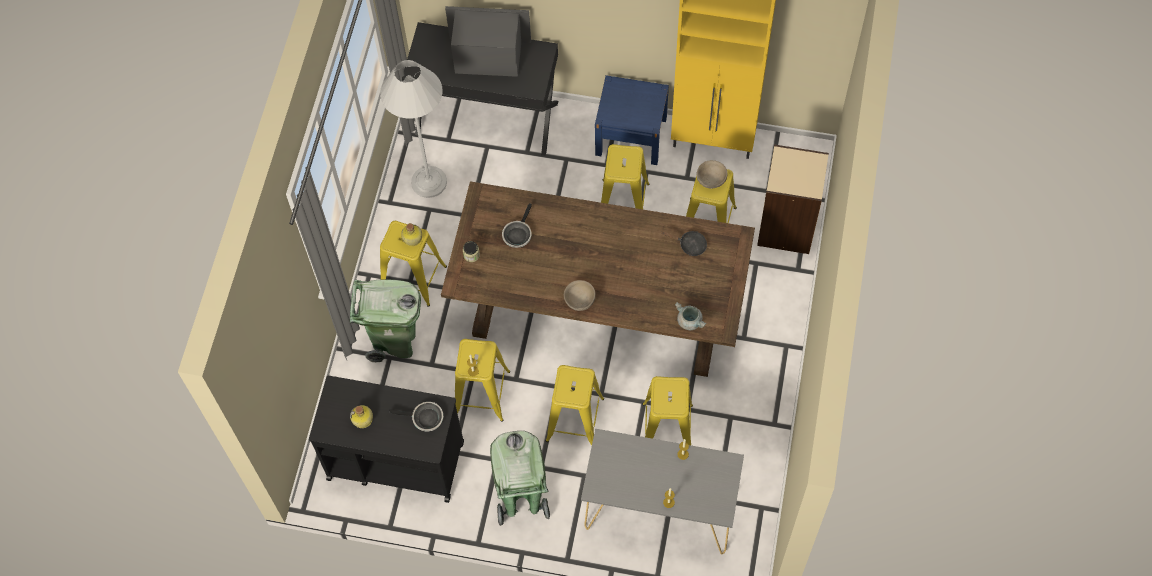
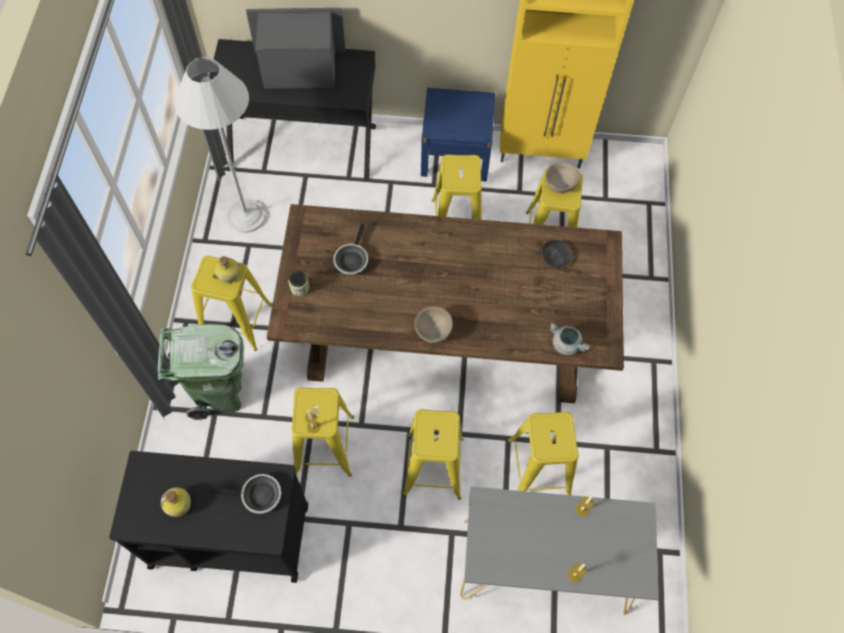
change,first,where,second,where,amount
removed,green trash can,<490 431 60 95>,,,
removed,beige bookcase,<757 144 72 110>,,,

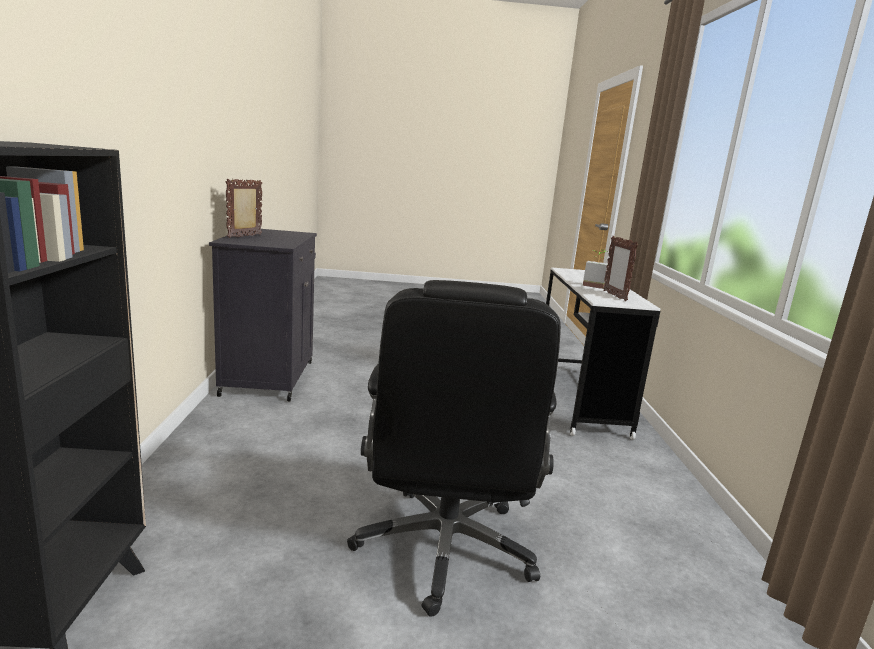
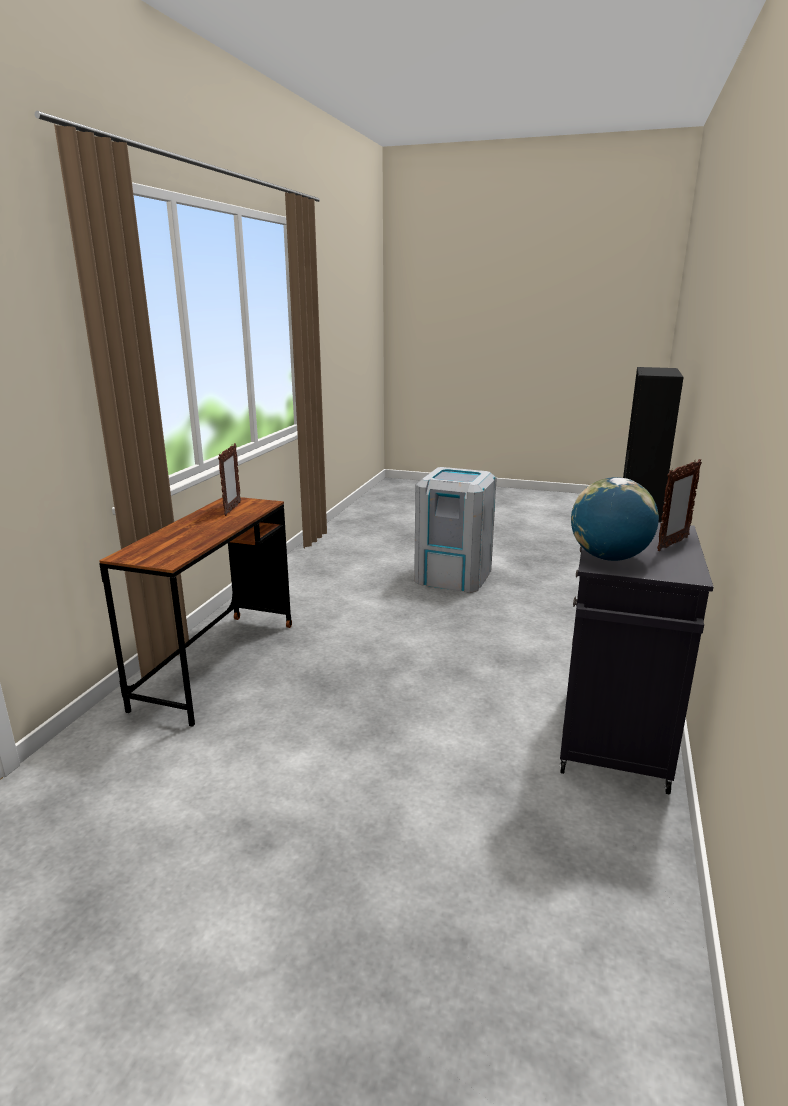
change,first,where,second,where,amount
recoloured,white desk,<546 267 114 173>,brown desk,<99 497 193 230>,
replaced,black office chair,<347 280 214 337>,grey trash can,<414 467 83 126>,
added,,,globe,<571 477 88 84>,
removed,potted plant,<583 250 25 39>,,,

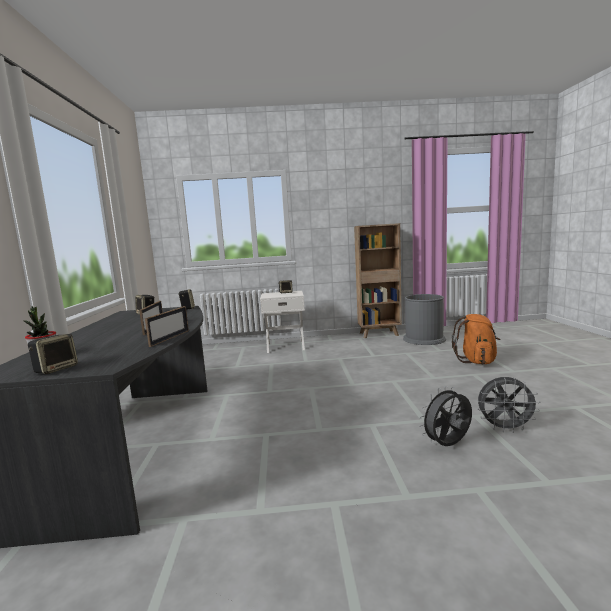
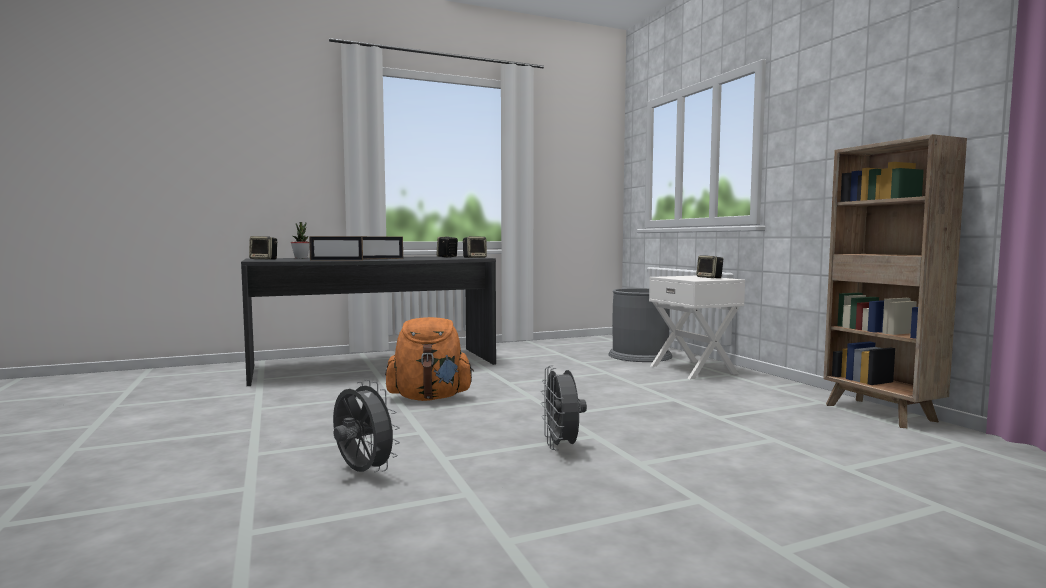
change,first,where,second,where,amount
moved,orange backpack,<452 314 48 50>,,<385 317 89 84>,
moved,grey fan,<477 377 64 56>,,<541 365 46 85>,
moved,grey trash can,<403 294 43 51>,,<608 288 64 74>,

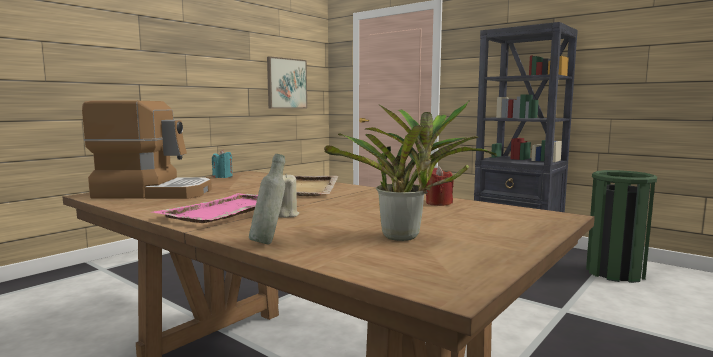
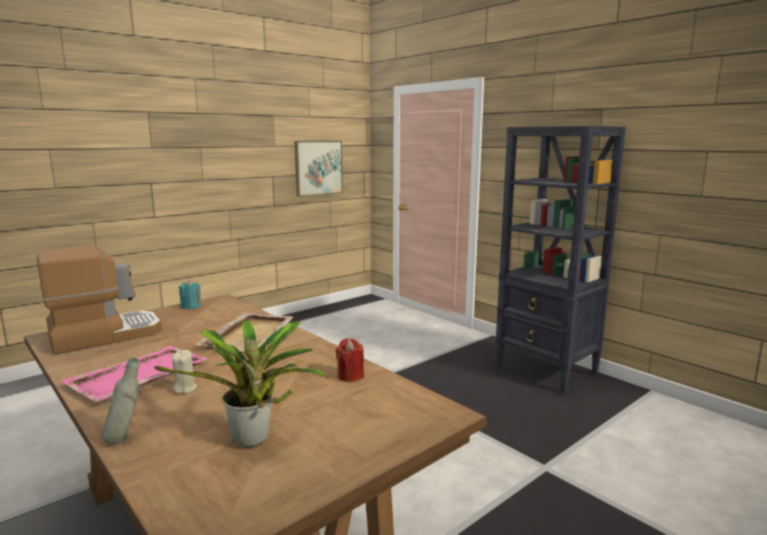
change,first,where,second,where,amount
turned,coffee machine,<82 101 130 98>,,<37 246 125 109>,45 degrees counterclockwise
removed,green trash can,<586 170 71 113>,,,

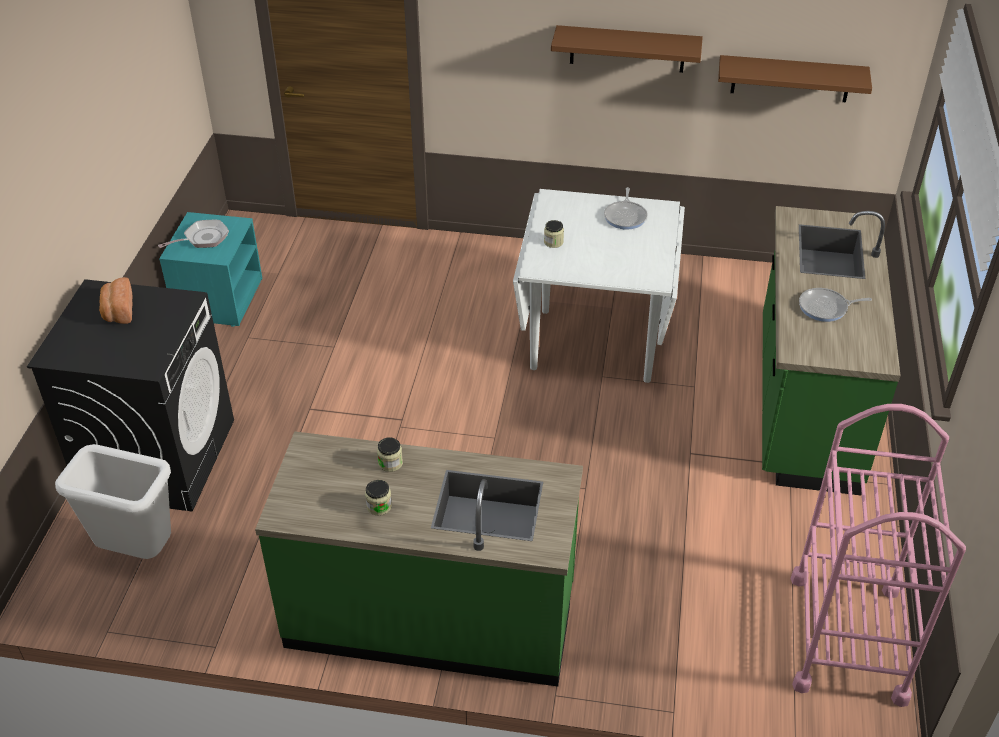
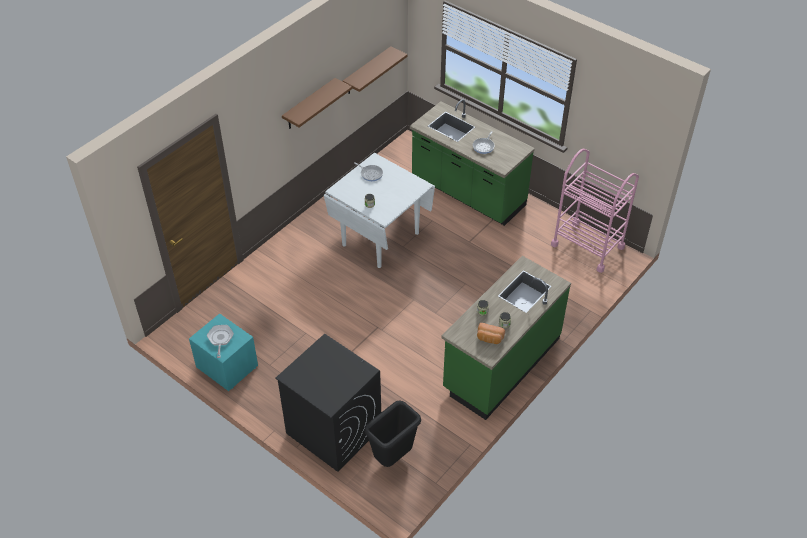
change,first,where,second,where,amount
recoloured,white trash can,<55 444 116 115>,black trash can,<364 401 57 66>,
moved,bread,<99 277 33 47>,,<477 323 28 21>,

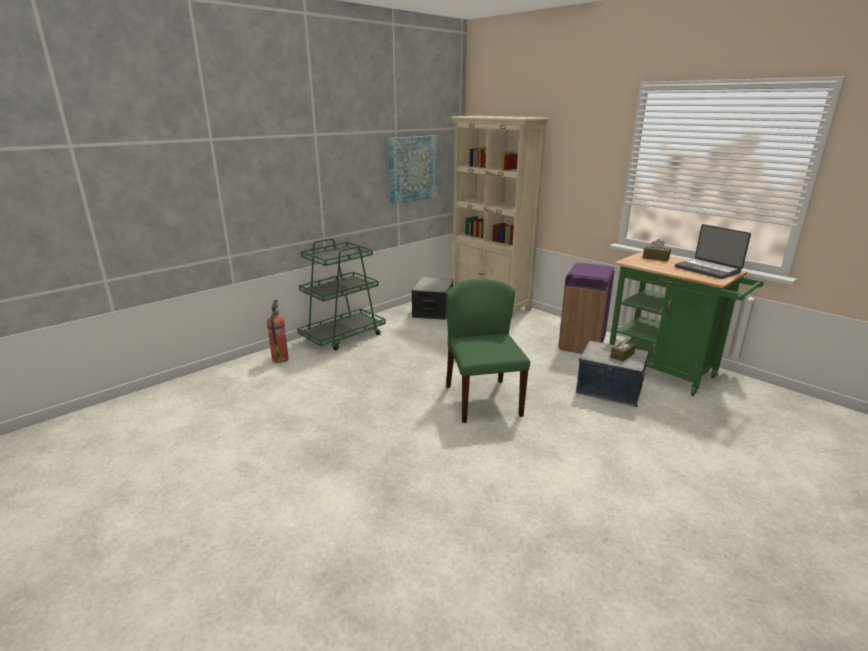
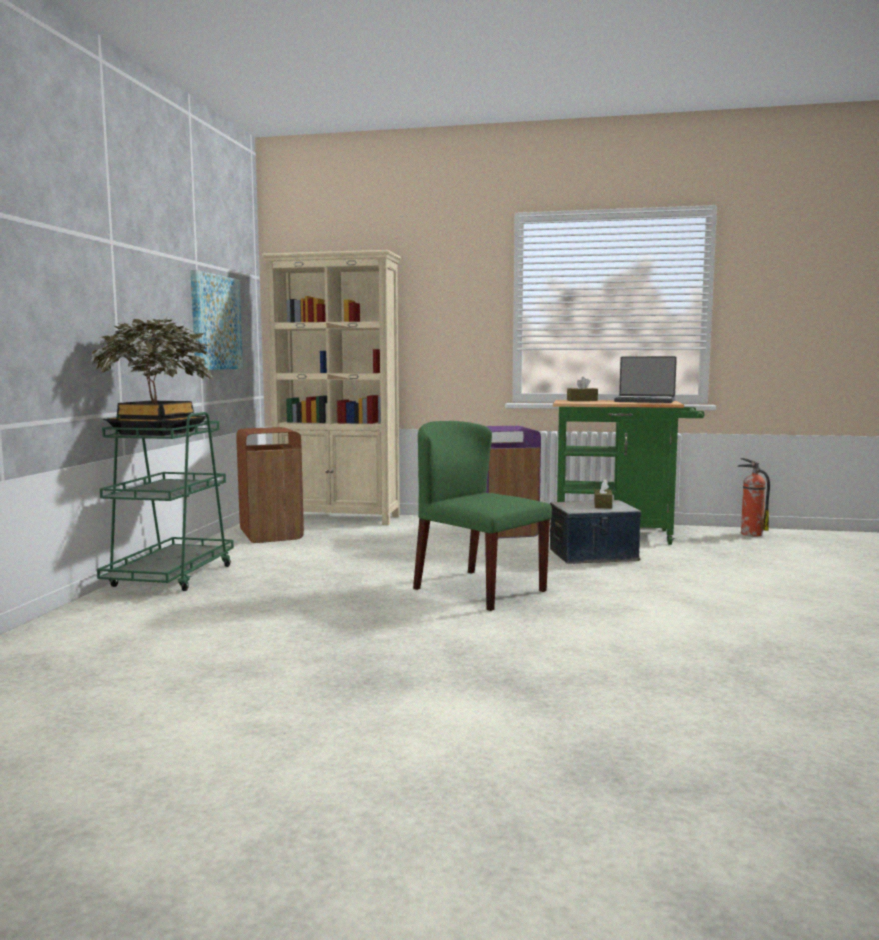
change,first,where,second,where,amount
added,,,potted plant,<91 316 122 120>,
replaced,storage box,<411 277 43 43>,brown trash can,<236 427 68 116>,
moved,fire extinguisher,<267 300 22 63>,,<737 458 33 78>,

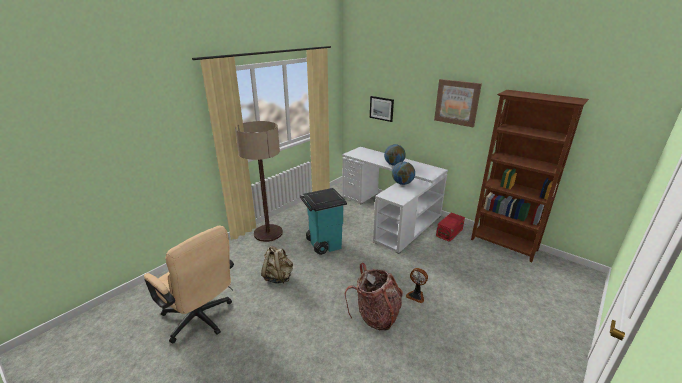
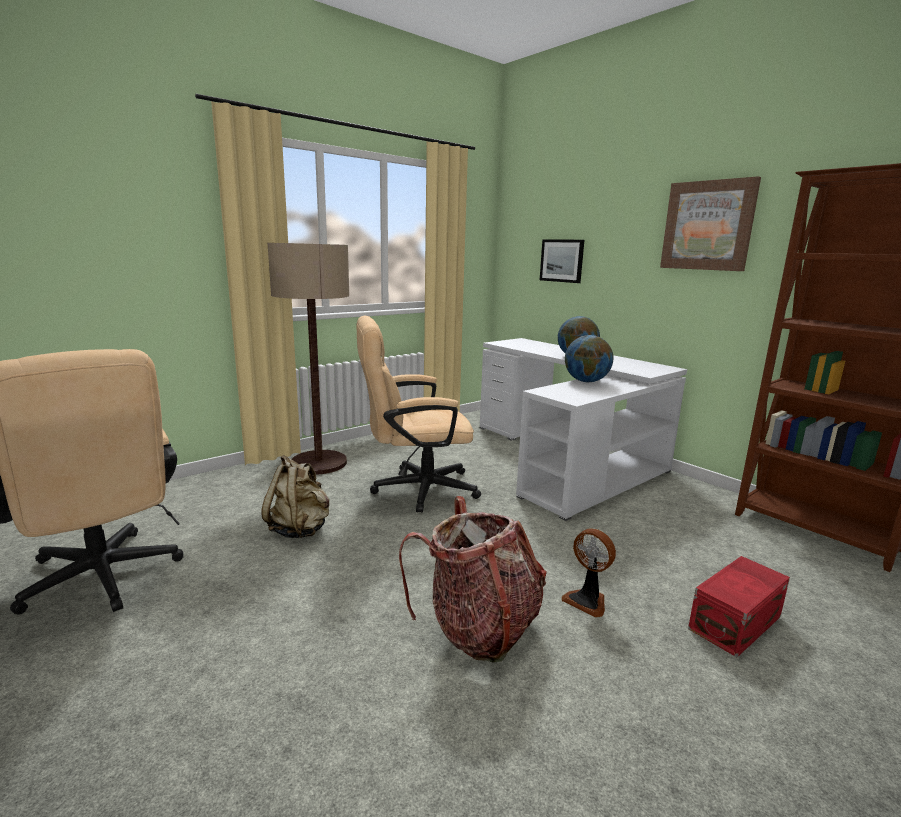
change,first,where,second,where,amount
replaced,turquoise trash can,<300 188 47 67>,beige office chair,<356 316 125 197>,
moved,red storage box,<436 212 29 30>,,<688 556 102 101>,

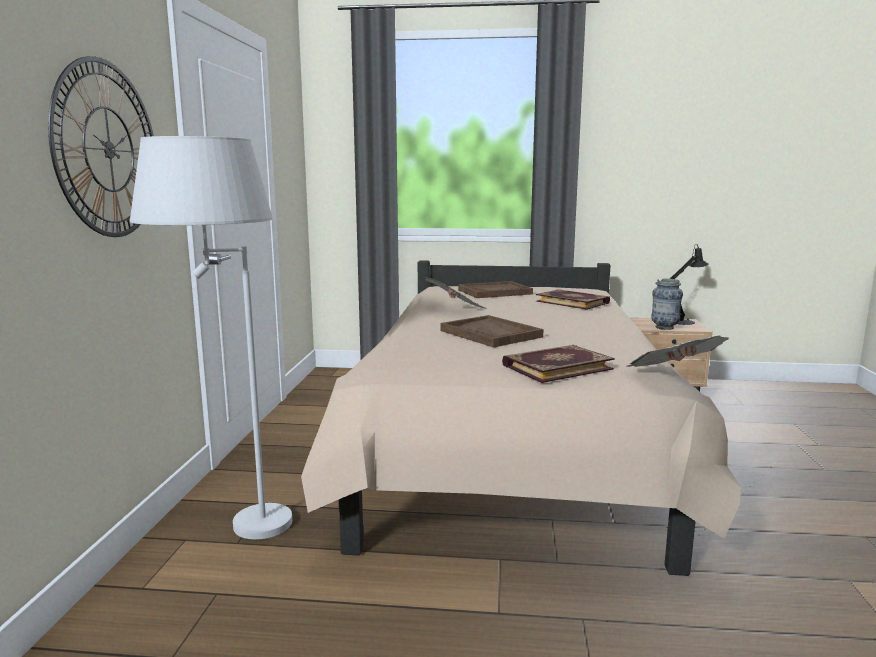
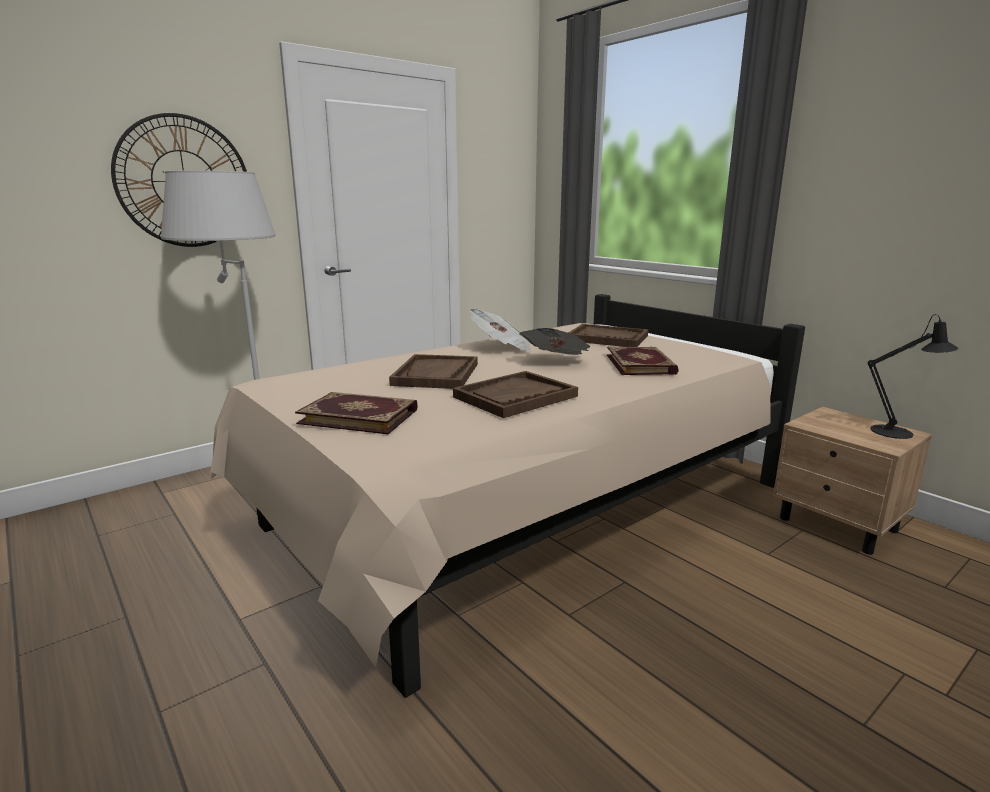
change,first,where,second,where,amount
added,,,brown tray,<453 371 125 47>,
moved,newspaper,<627 335 102 32>,,<519 328 71 27>,
removed,vase,<651 279 32 51>,,,

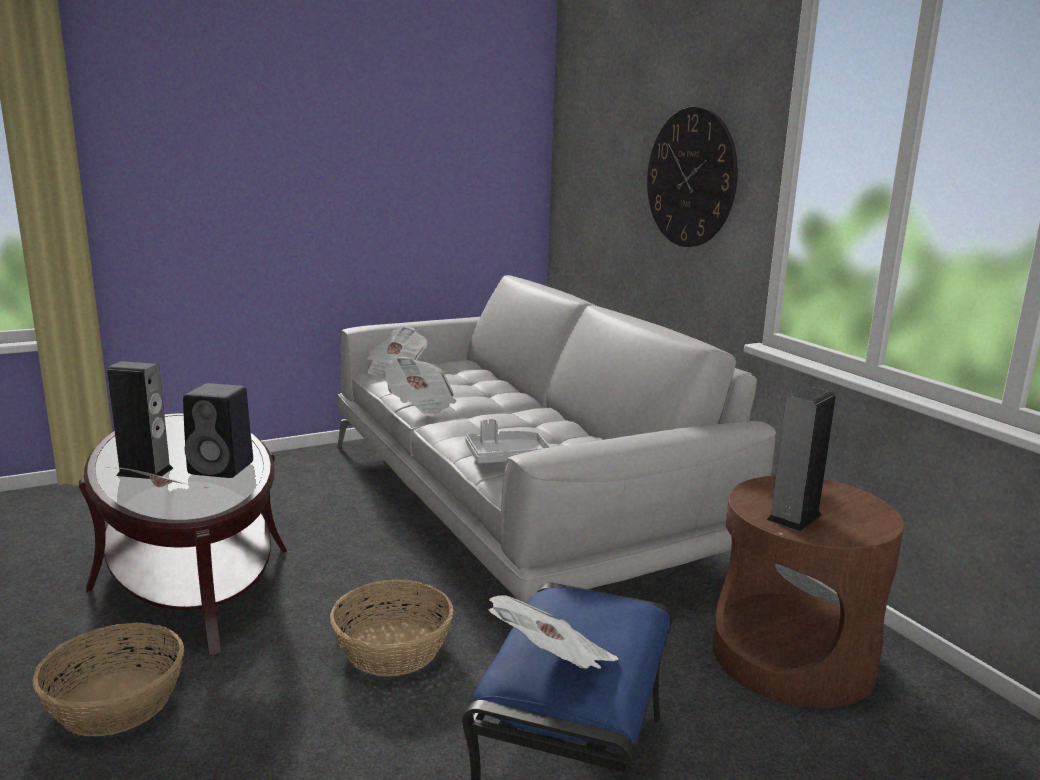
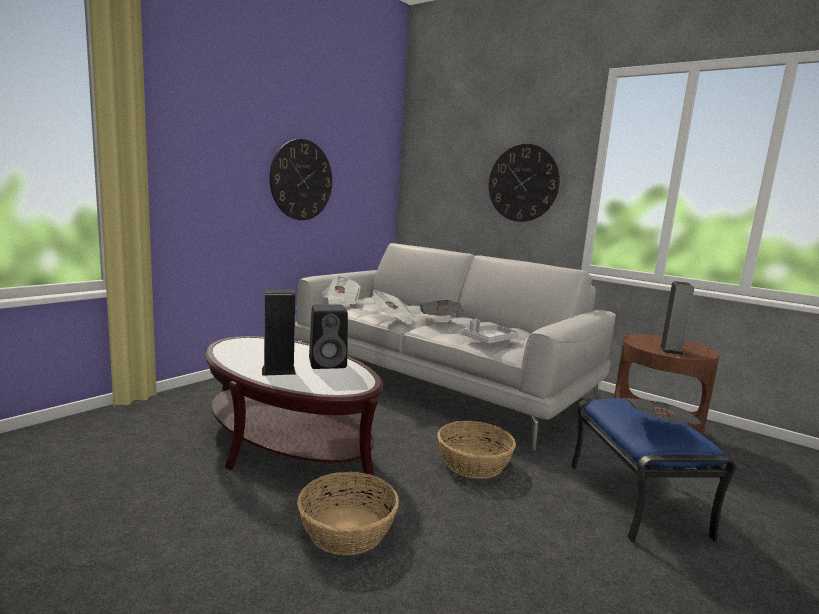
change,first,where,second,where,amount
added,,,wall clock,<270 139 62 81>,
moved,newspaper,<107 467 105 22>,,<420 300 43 16>,

